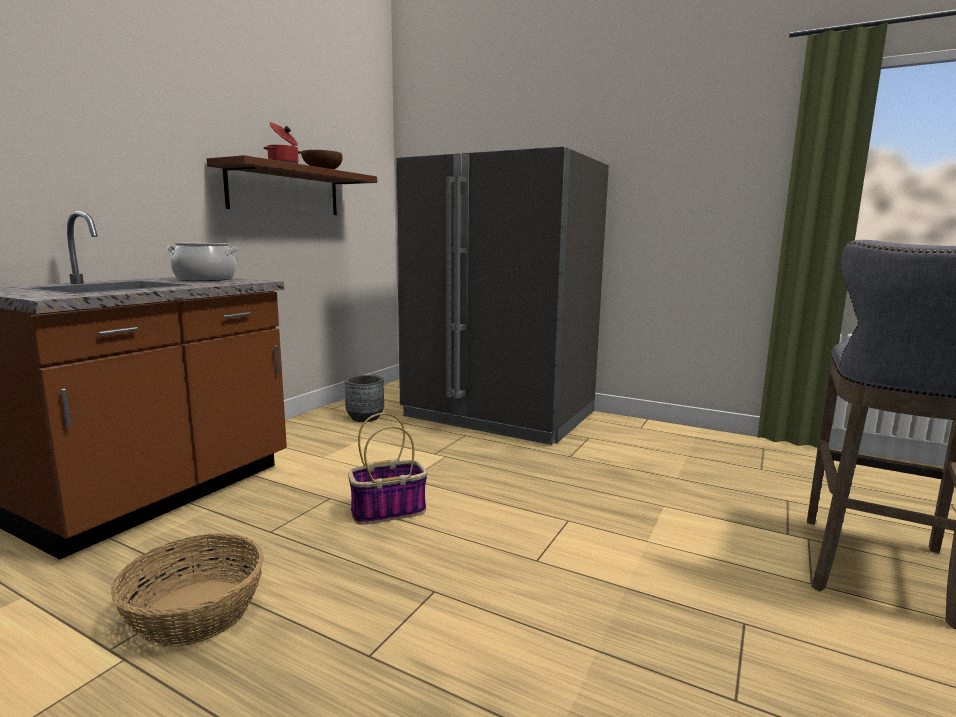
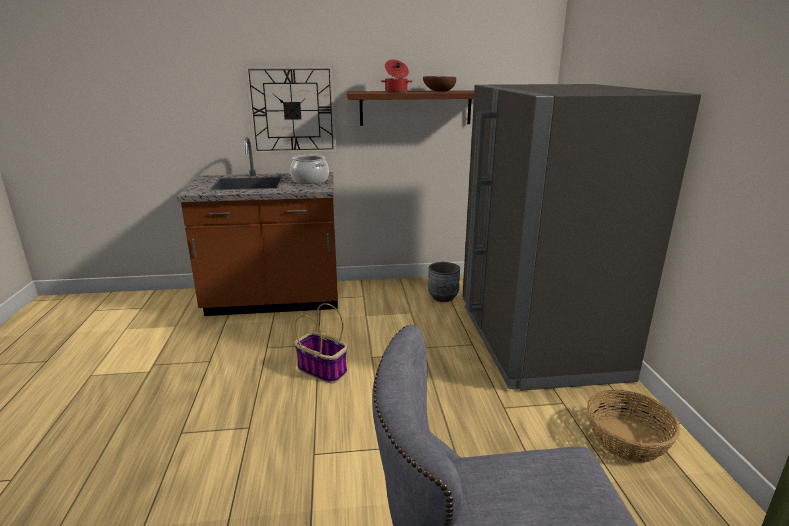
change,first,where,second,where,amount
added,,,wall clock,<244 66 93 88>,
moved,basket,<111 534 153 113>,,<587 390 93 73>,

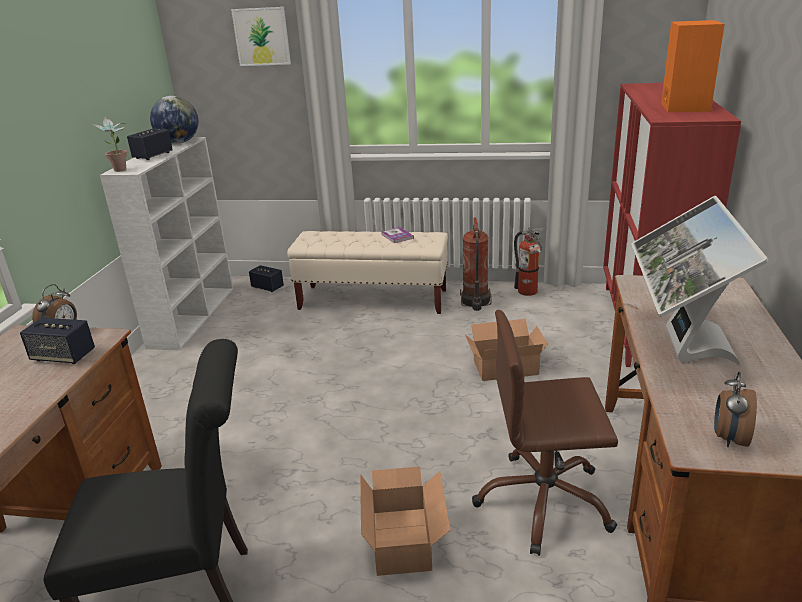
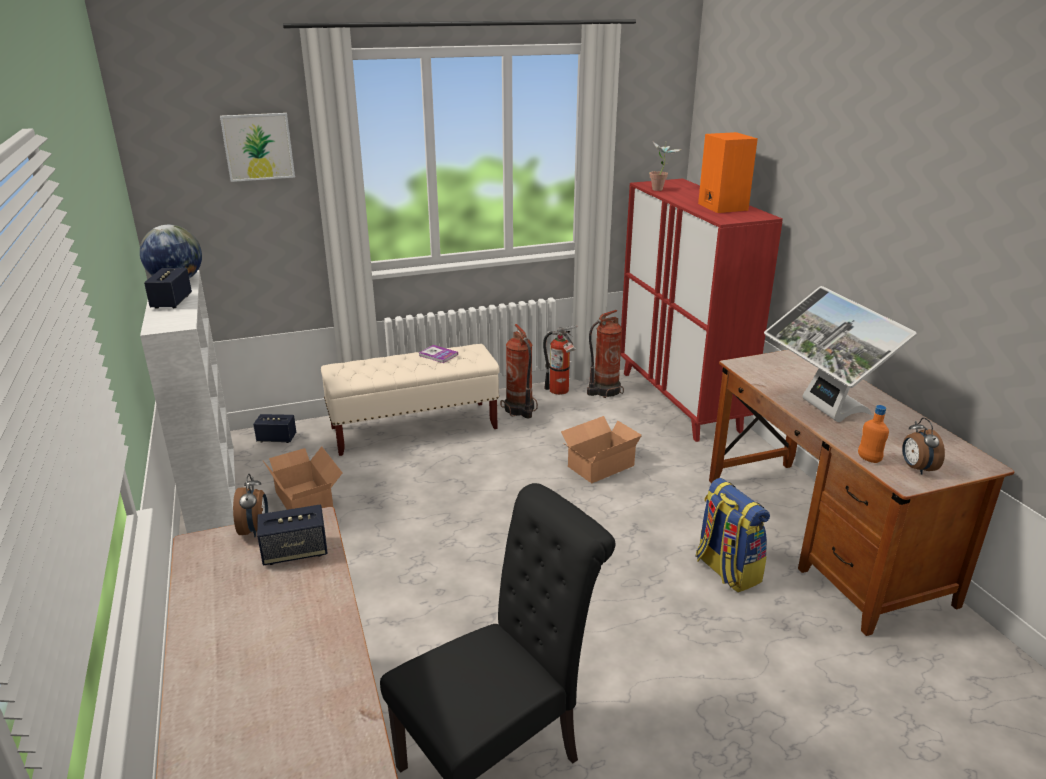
change,first,where,second,where,amount
moved,cardboard box,<360 467 90 109>,,<263 446 80 64>,
added,,,fire extinguisher,<587 310 37 88>,
moved,potted plant,<91 116 36 56>,,<649 141 32 50>,
replaced,brown office chair,<472 310 146 246>,backpack,<696 478 74 115>,
added,,,orange bottle,<858 405 31 58>,

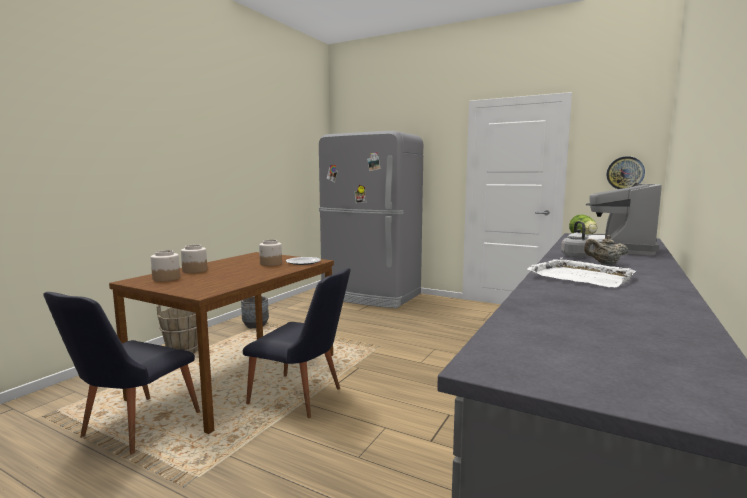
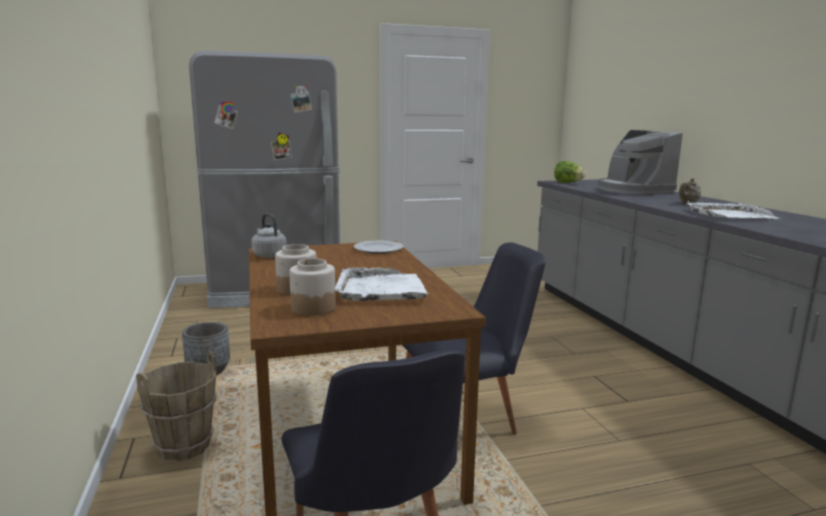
change,first,where,second,where,amount
moved,grey kettle,<561 221 32 37>,,<251 214 36 44>,
added,,,white tray,<335 268 95 33>,
removed,jar,<259 240 23 26>,,,
removed,wall clock,<607 156 38 33>,,,

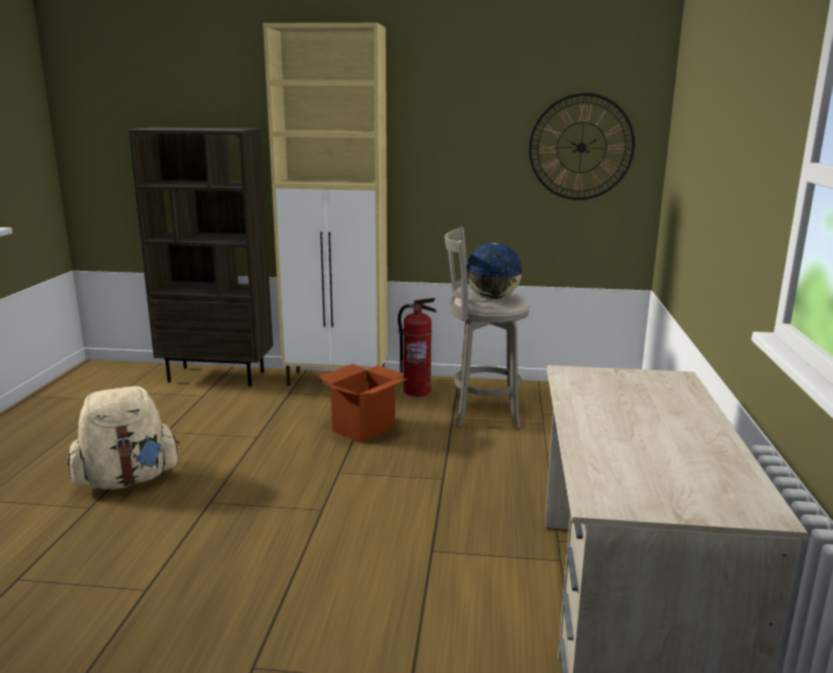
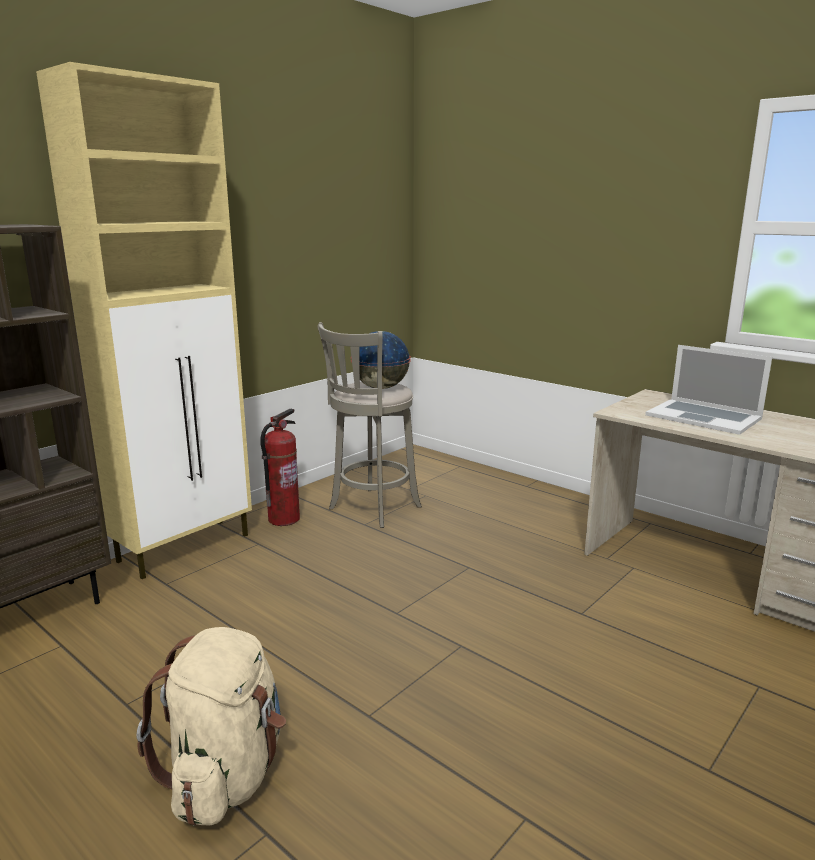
change,first,where,second,where,amount
added,,,laptop,<645 345 127 90>,
removed,cardboard box,<318 364 91 79>,,,
removed,wall clock,<529 93 106 107>,,,

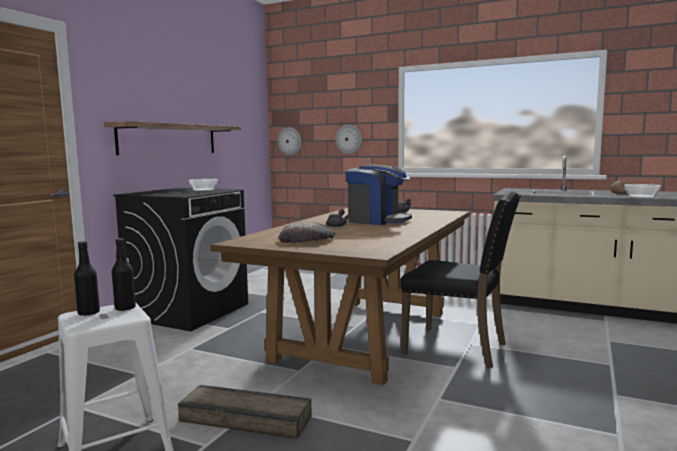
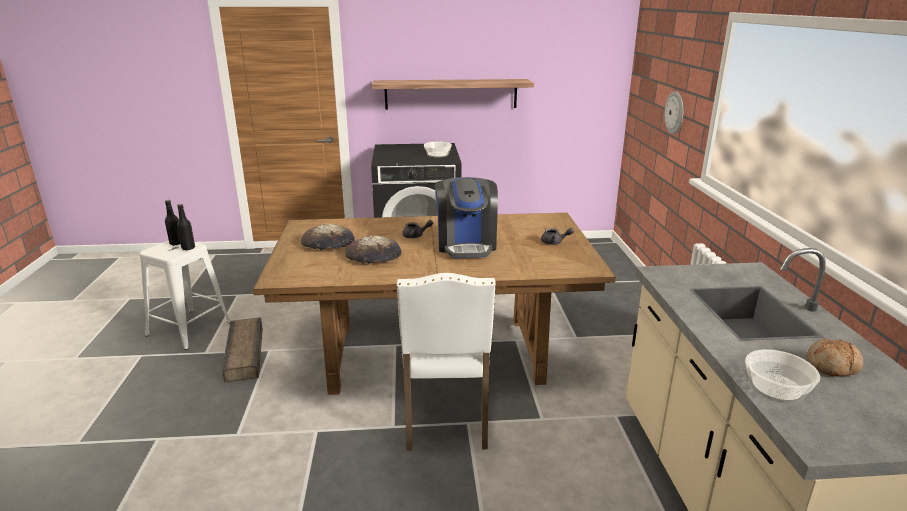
change,first,where,second,where,amount
added,,,bread,<345 236 57 28>,
recoloured,black chair,<400 191 121 177>,white chair,<396 273 100 178>,
removed,wall clock,<278 128 23 27>,,,

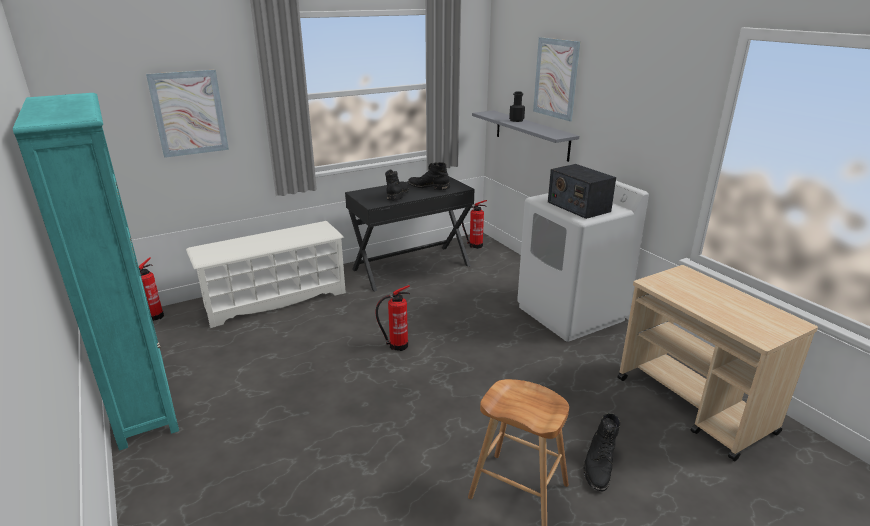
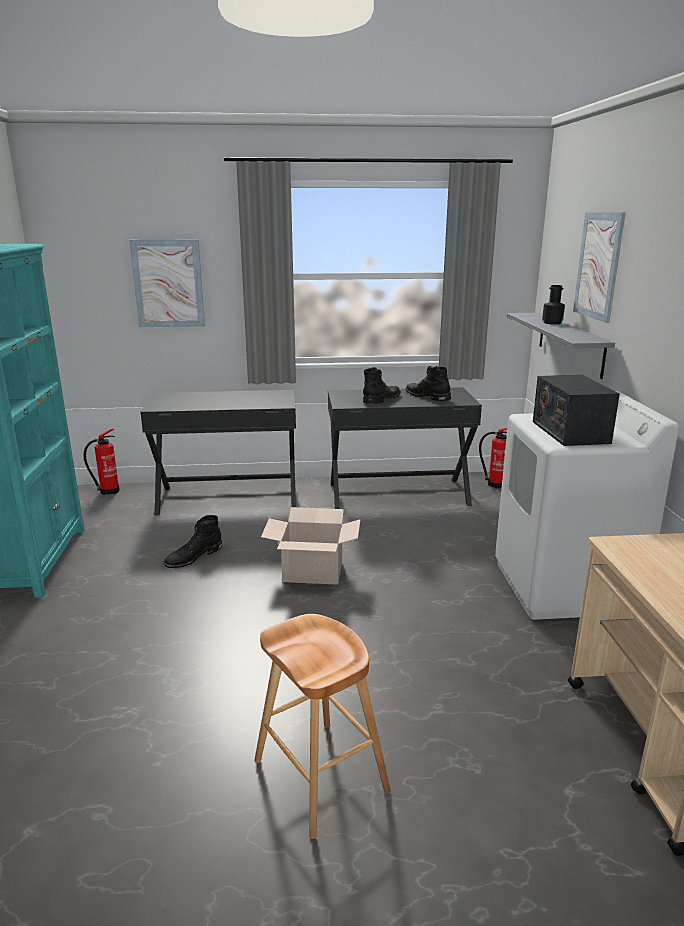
change,first,where,second,where,amount
replaced,white shoe rack,<186 221 160 107>,black desk,<140 390 156 125>,
moved,black boot,<584 413 36 79>,,<163 515 59 53>,
replaced,fire extinguisher,<376 285 34 66>,cardboard box,<261 507 100 78>,

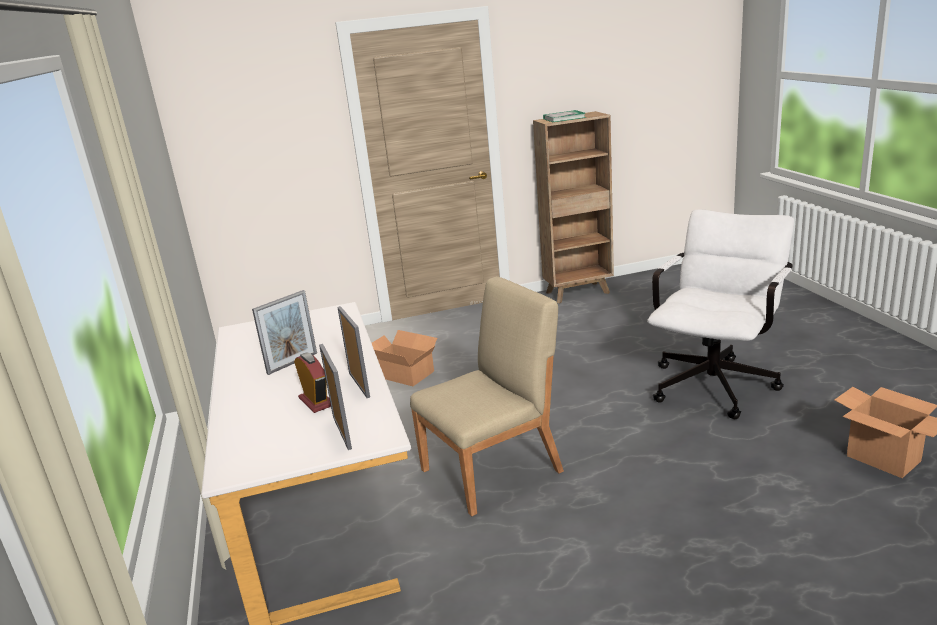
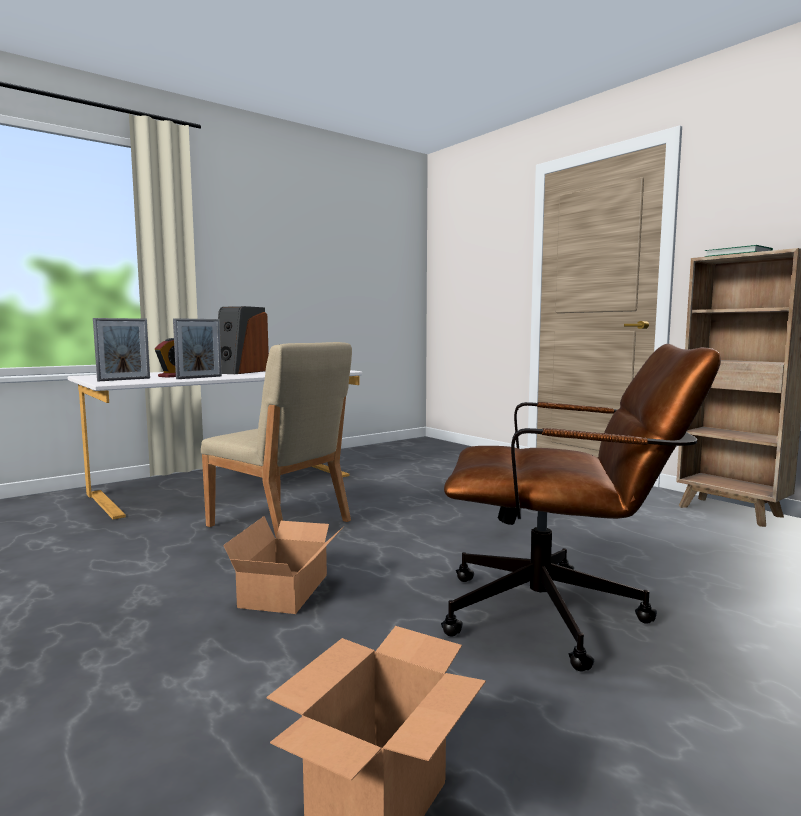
change,first,where,second,where,amount
replaced,picture frame,<252 290 65 85>,speaker,<218 306 51 68>,
moved,cardboard box,<372 330 65 56>,,<223 516 120 98>,
recoloured,white office chair,<647 209 147 210>,brown office chair,<441 344 280 328>,

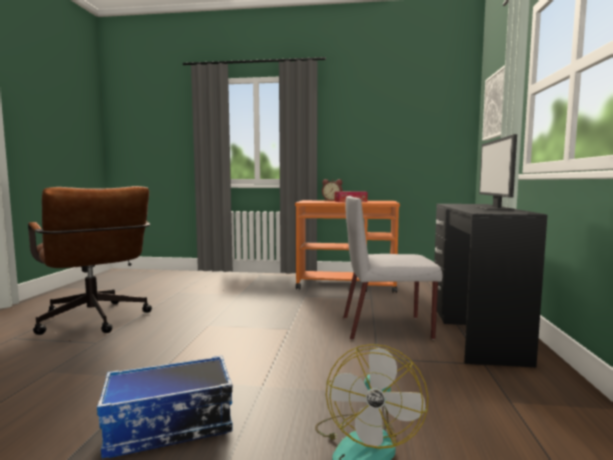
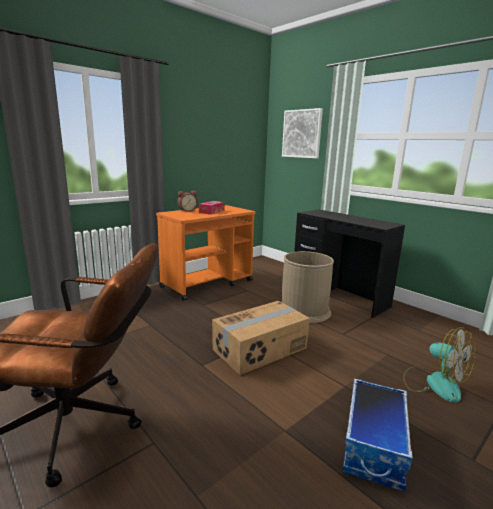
change,first,where,second,where,amount
added,,,cardboard box,<212 301 98 74>,
replaced,grey chair,<343 196 100 144>,brown trash can,<282 251 52 72>,
removed,monitor,<475 134 42 76>,,,

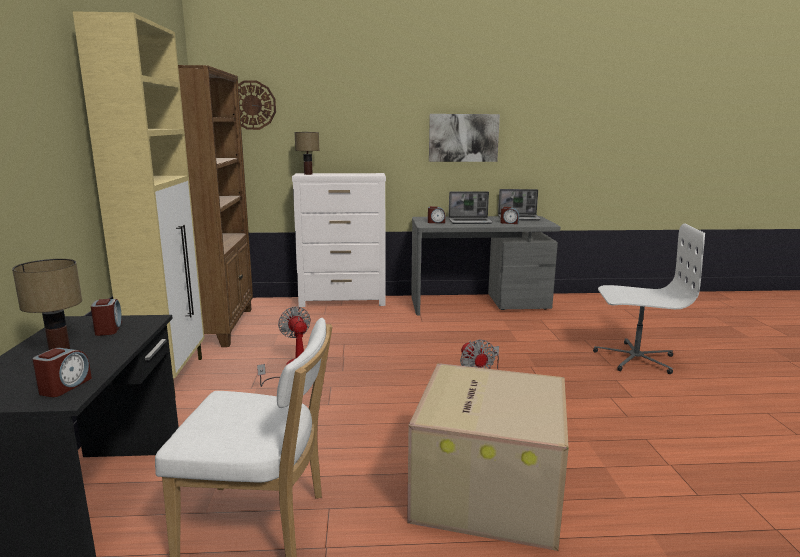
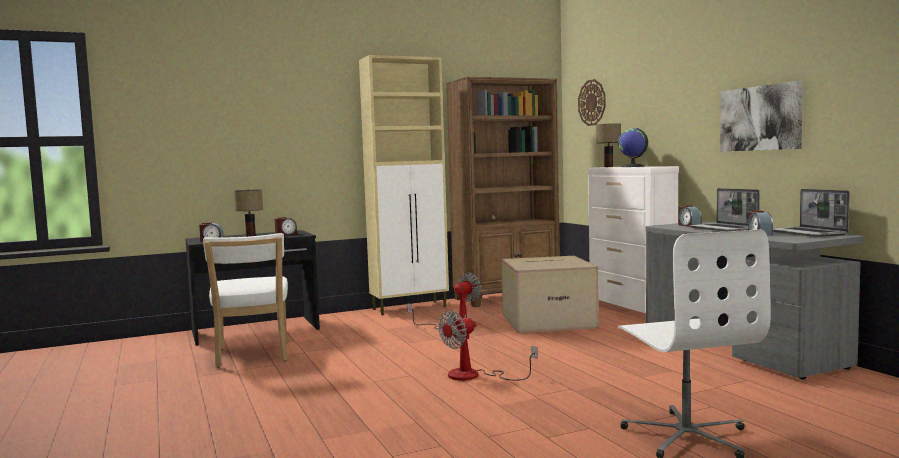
change,first,where,second,where,amount
moved,cardboard box,<407 363 162 188>,,<501 256 98 77>,
added,,,globe,<618 128 30 39>,

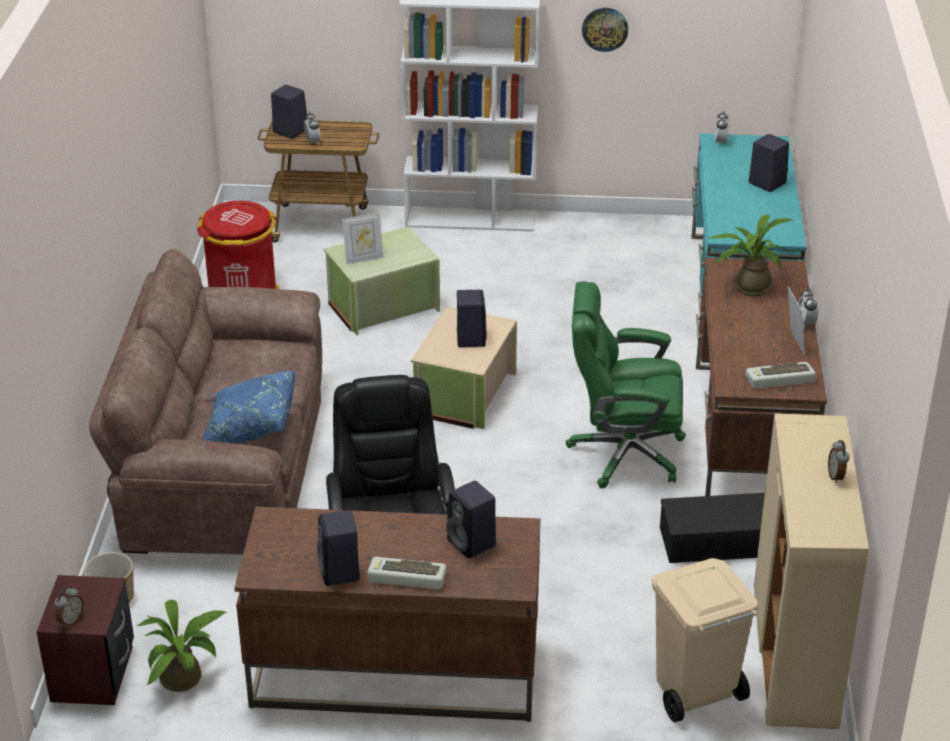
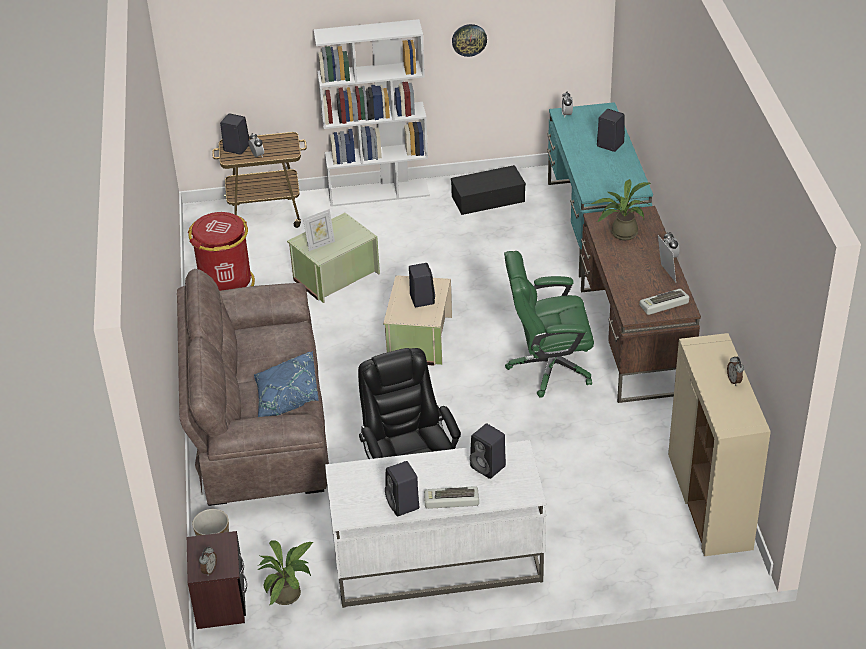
change,first,where,second,where,amount
recoloured,brown desk,<235 507 306 215>,white desk,<325 440 221 168>,
moved,black storage box,<660 493 105 70>,,<451 165 75 50>,
removed,beige trash can,<652 558 106 164>,,,

